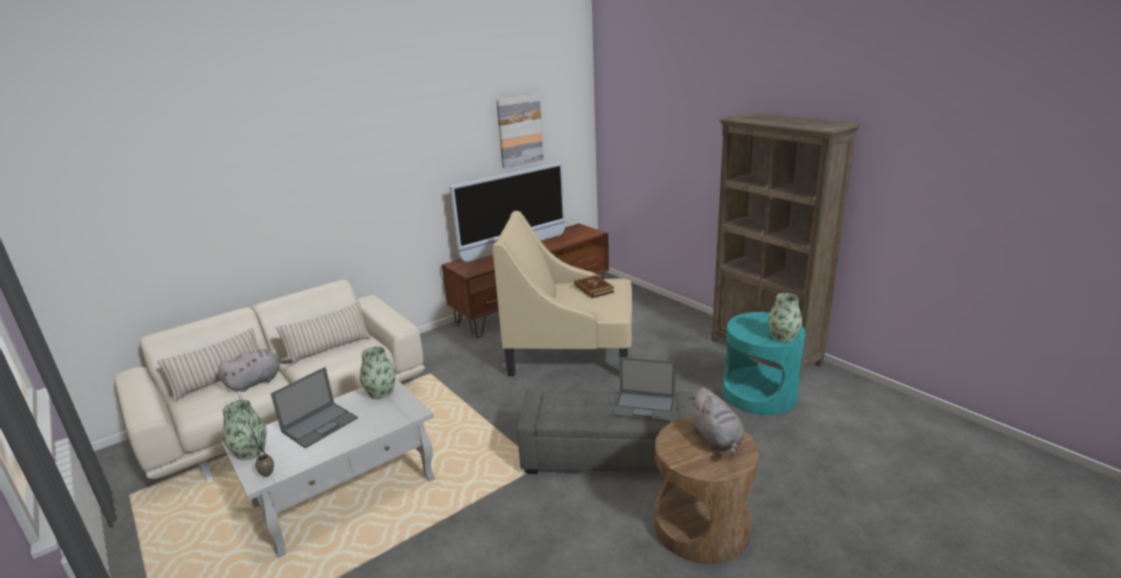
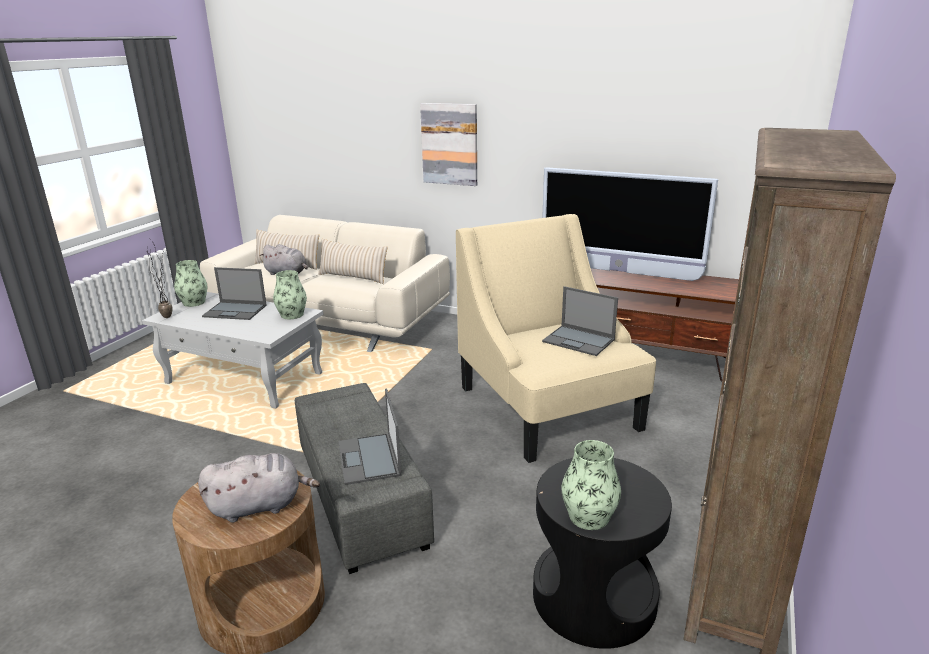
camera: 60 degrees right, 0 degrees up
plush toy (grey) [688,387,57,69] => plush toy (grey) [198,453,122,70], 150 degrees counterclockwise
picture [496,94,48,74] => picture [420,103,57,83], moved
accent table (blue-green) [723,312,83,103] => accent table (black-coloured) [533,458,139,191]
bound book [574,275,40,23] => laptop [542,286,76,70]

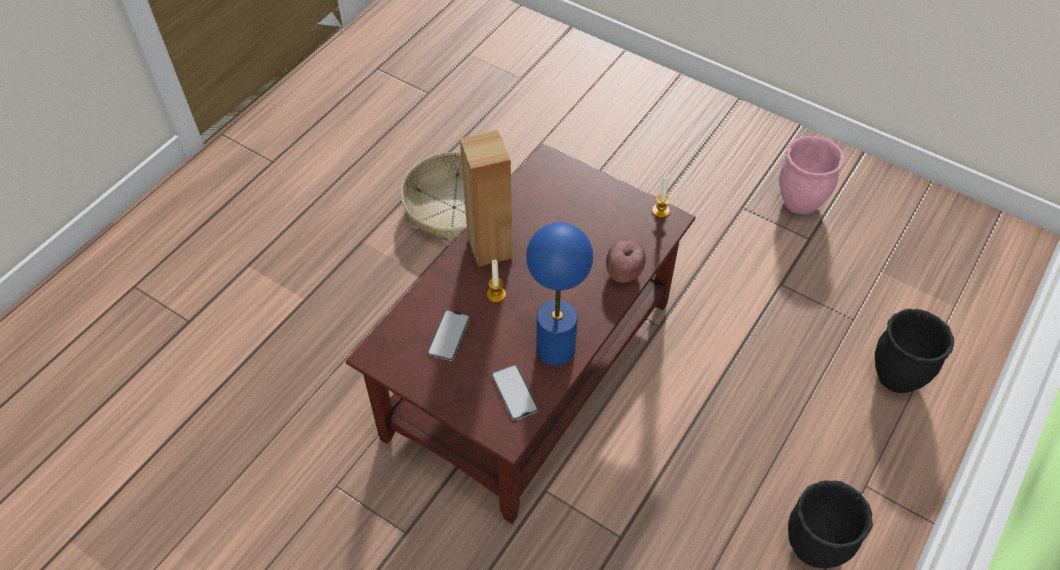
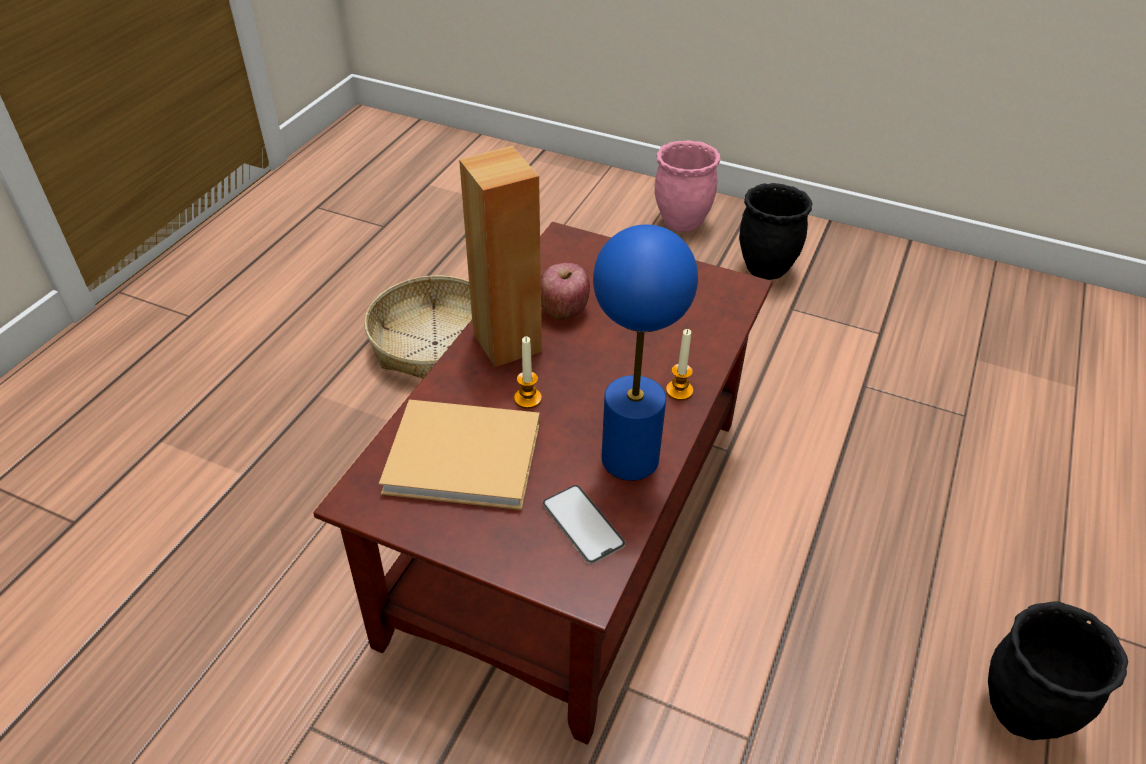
camera: 10 degrees left, 10 degrees down
phone [427,309,43,52] => bound book (beige) [379,399,161,111]
apple fruit [606,240,40,43] => apple fruit [541,263,49,57], moved
plant pot (pink-coloured) [779,136,65,78] => plant pot (pink-coloured) [655,140,65,92], moved
wax candle [652,174,18,44] => wax candle [666,329,27,72], moved
plant pot (black-coloured) [875,309,79,84] => plant pot (black-coloured) [739,183,73,97], moved

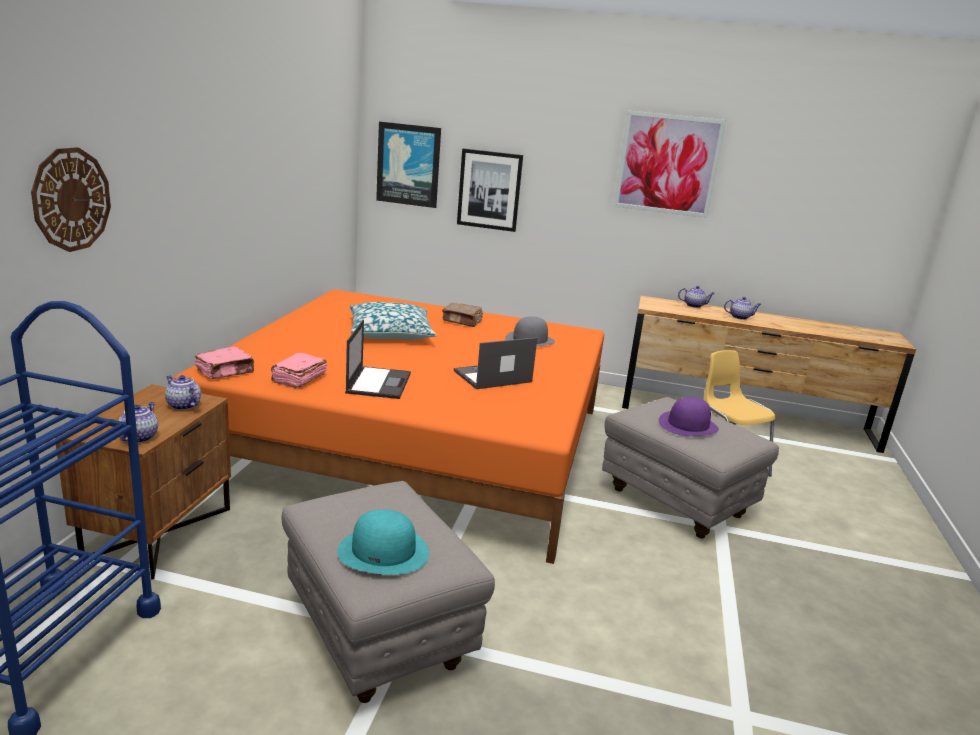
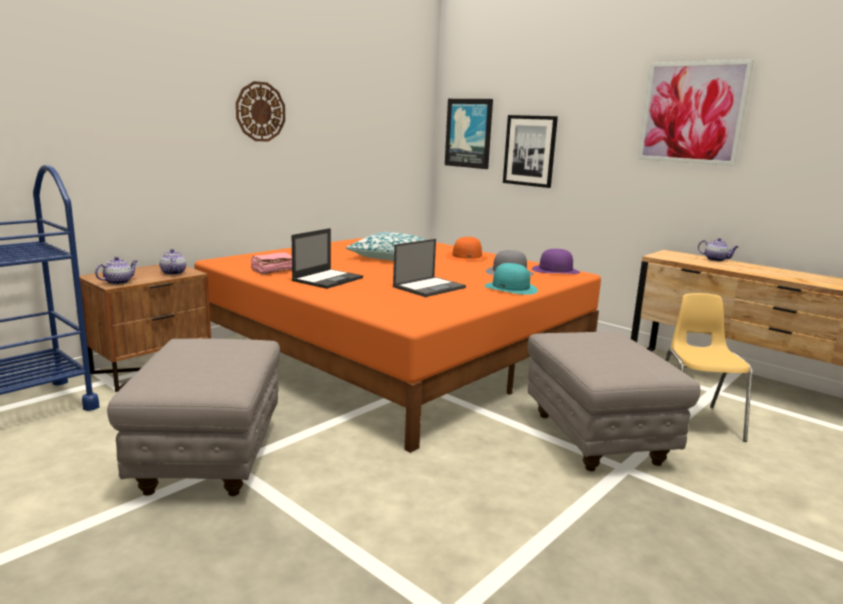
camera: 30 degrees right, 5 degrees down
clock on the wall [31,147,80,105] => clock on the wall [236,81,49,60], moved
laptop [454,337,83,52] => laptop [393,239,73,58], 135 degrees clockwise
bound book (brown) [442,303,41,24] => wearable hat (orangey) [446,237,42,24]
wearable hat (blue-green) [338,509,91,66] => wearable hat (blue-green) [484,263,54,32], moved
wearable hat (purplish) [659,397,60,39] => wearable hat (purplish) [532,249,48,25], moved
bound book (pink-coloured) [195,346,60,33] => nothing
tea pot [724,297,37,23] => nothing

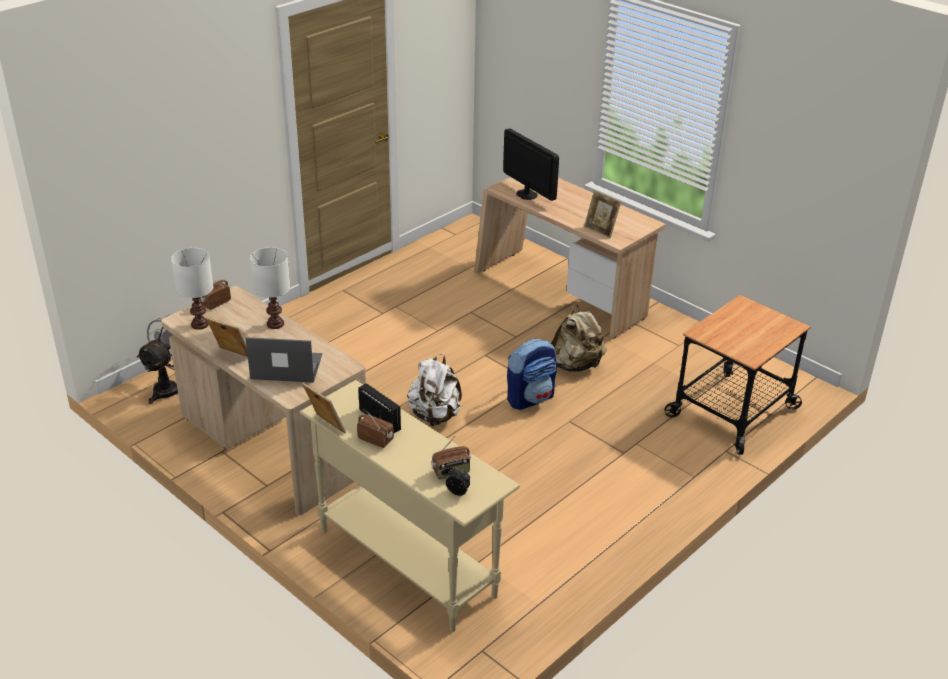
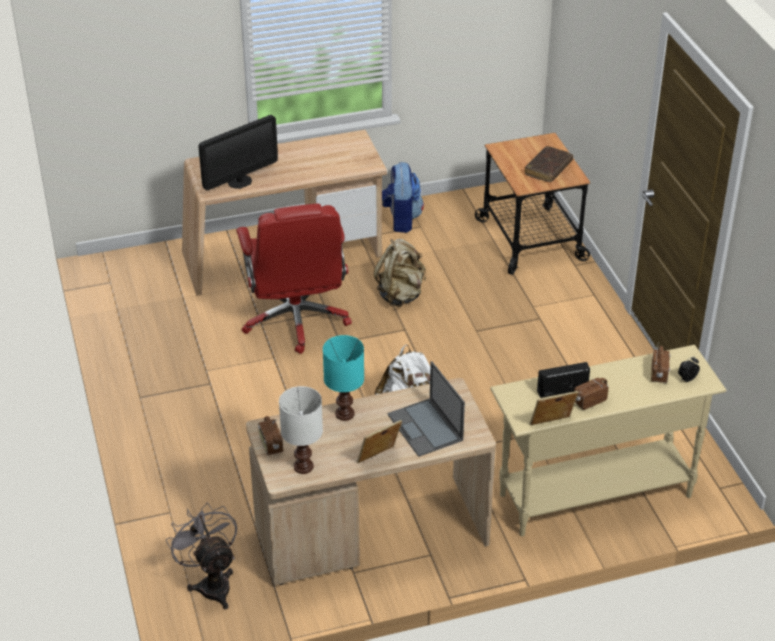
camera: 60 degrees left, 5 degrees up
computer screen [503,128,56,73] => computer screen [198,115,80,75], 150 degrees clockwise
nothing => office chair (reddish) [236,204,116,150]
tabletop lamp (white-coloured) [250,247,40,82] => tabletop lamp (blue-green) [323,335,41,86]
backpack [507,338,50,72] => backpack [382,162,42,71], moved
laptop [246,337,76,46] => laptop [388,361,77,96], 60 degrees counterclockwise
nothing => bound book (brown) [525,146,48,36]
photo frame [584,190,37,48] => nothing

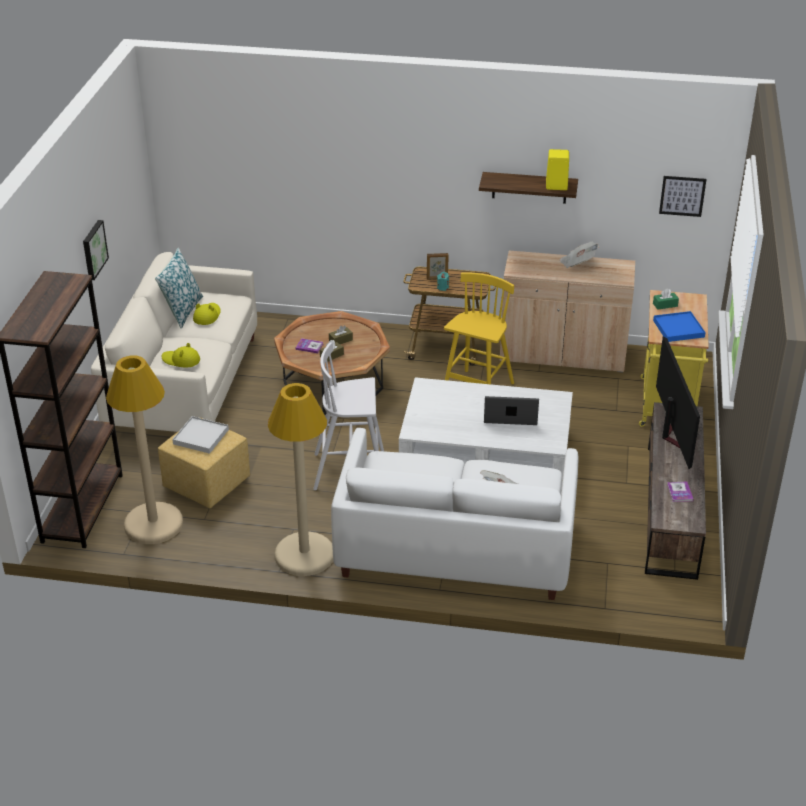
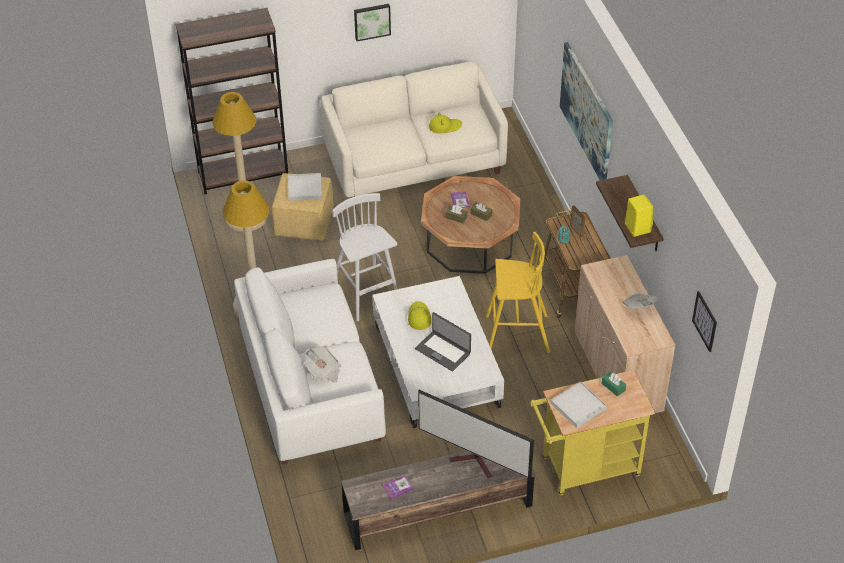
camera: 65 degrees right, 10 degrees up
wearable hat (yellowish) [162,343,38,25] => wearable hat (yellowish) [408,301,24,29], moved
laptop [484,396,55,29] => laptop [415,312,56,60], 150 degrees clockwise
TV [656,337,44,132] => TV [418,389,116,89], 60 degrees clockwise
carrying tray (blue) [653,311,53,31] => carrying tray (white-coloured) [551,382,56,46]
nothing => picture [560,42,53,138]
pillow [155,248,48,80] => nothing

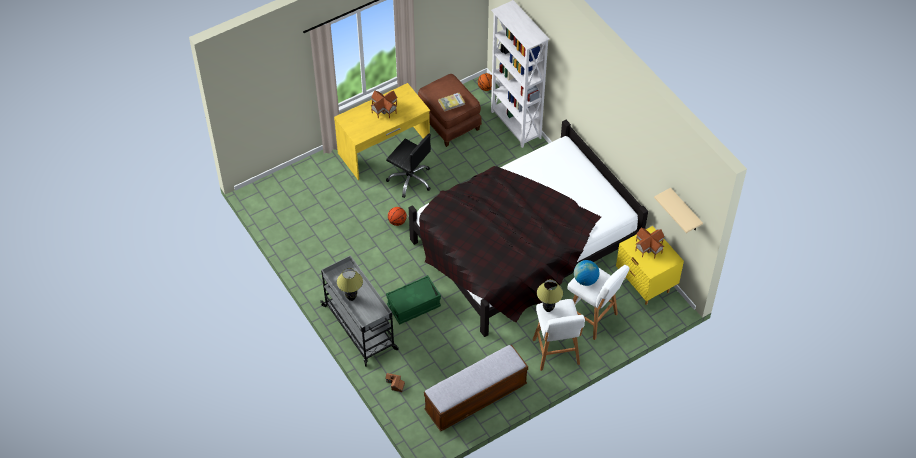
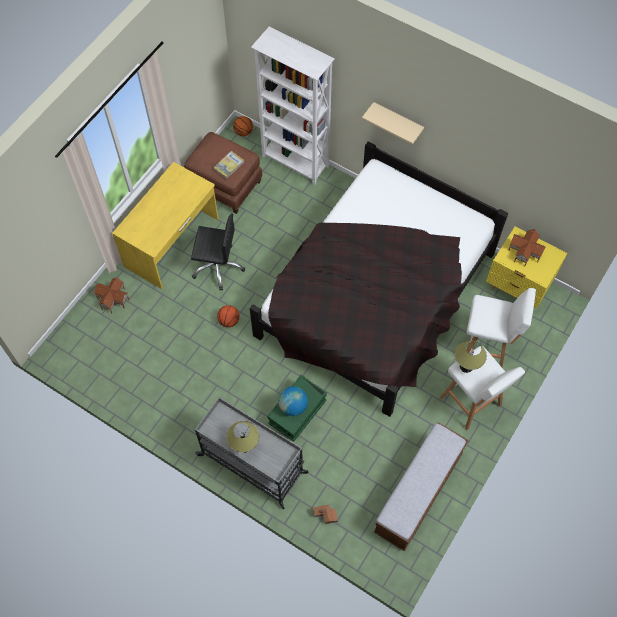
camera: 25 degrees left, 10 degrees up
toy house [371,91,26,27] => toy house [94,277,35,36], moved
globe [574,260,26,26] => globe [278,386,30,30], moved
wall shelf (beige) [654,188,49,45] => wall shelf (beige) [362,102,62,42], moved

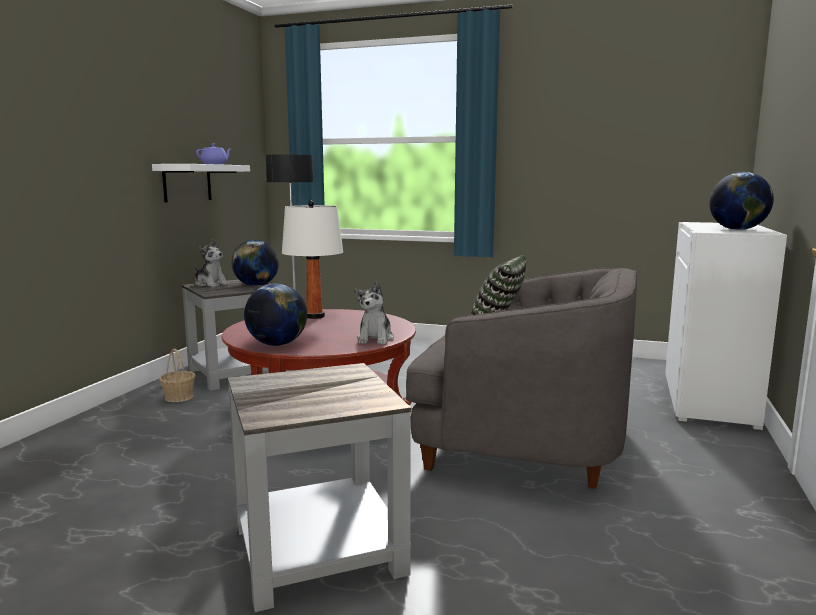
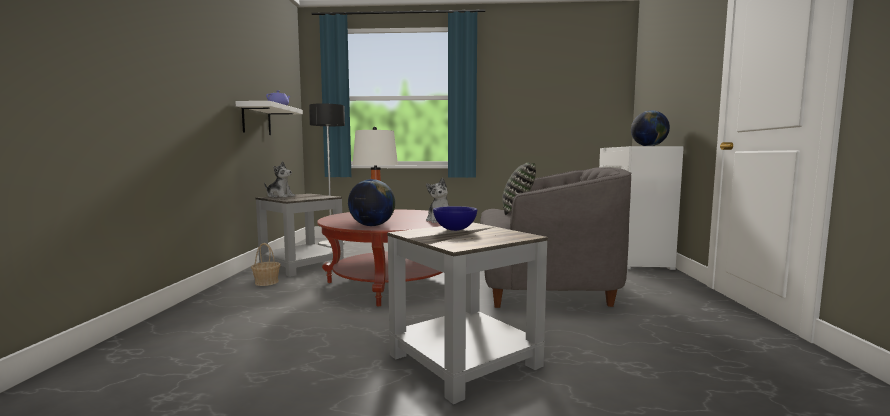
camera: 15 degrees left, 5 degrees down
nothing => deep dish (blue) [433,206,44,25]
globe [231,240,48,46] => nothing

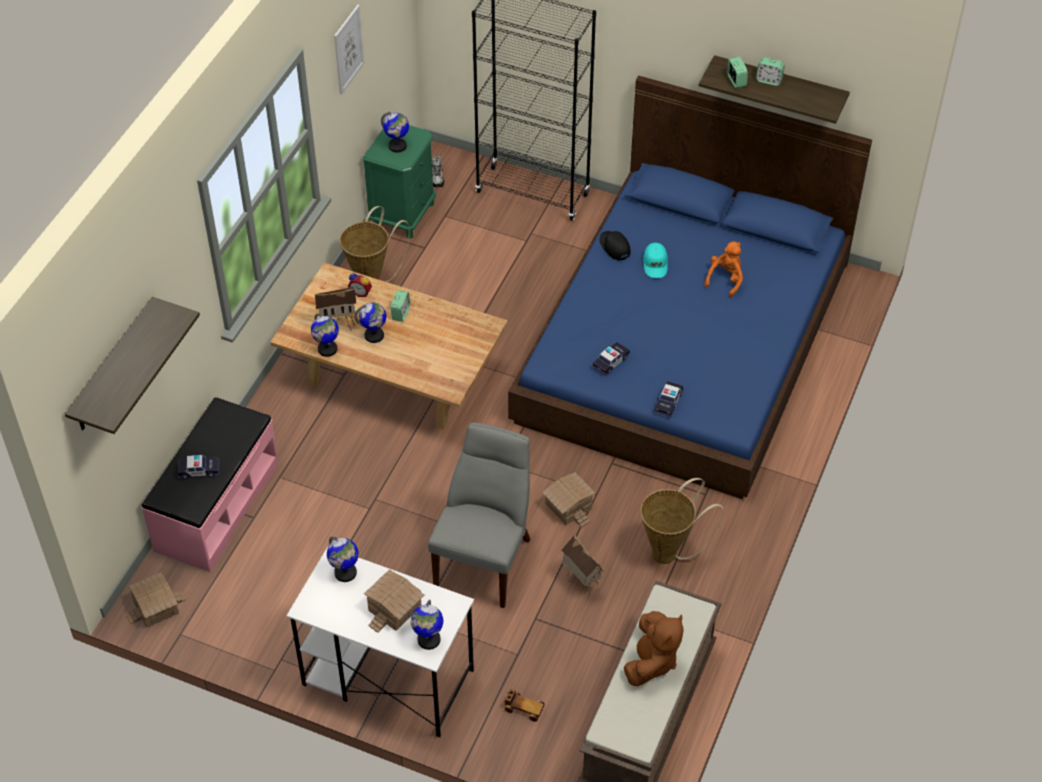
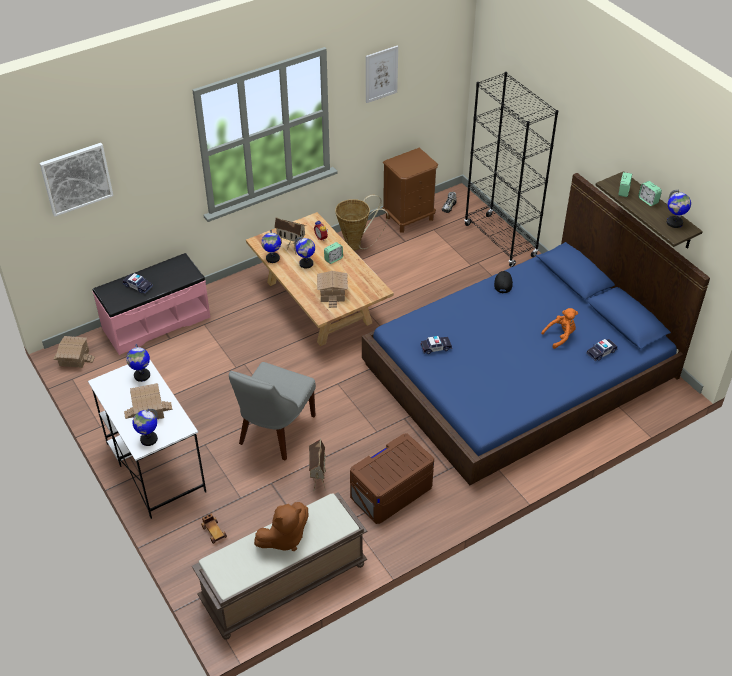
camera: 35 degrees right, 5 degrees down
wall shelf [65,297,135,137] => picture [40,143,73,73]
chair (grey) [428,423,102,185] => chair (grey) [229,362,87,99], 150 degrees clockwise
toy house [542,472,53,56] => toy house [317,271,31,37], moved
storage basket [641,478,83,86] => storage container (brown) [350,433,84,91]
night table (green) [363,125,73,114] => night table (brown) [382,148,56,85]
toy car [654,381,30,36] => toy car [586,339,32,22], moved
globe [381,112,28,41] => globe [667,189,24,39], moved
peaked cap (blue-green) [643,242,25,36] => nothing

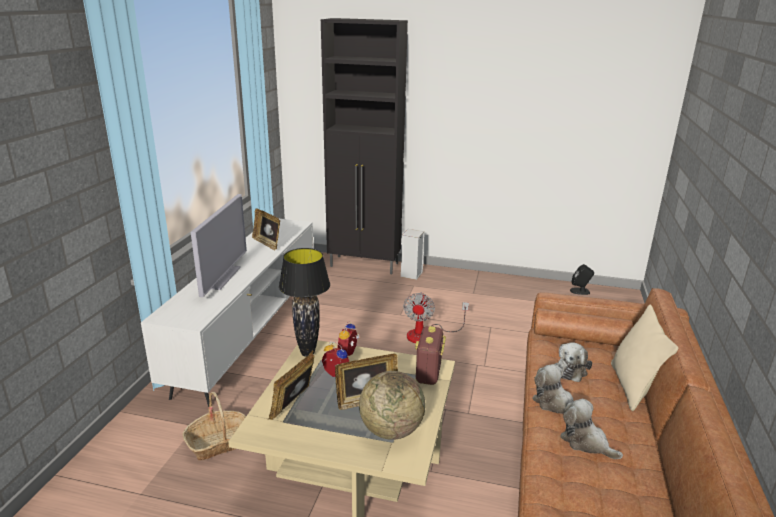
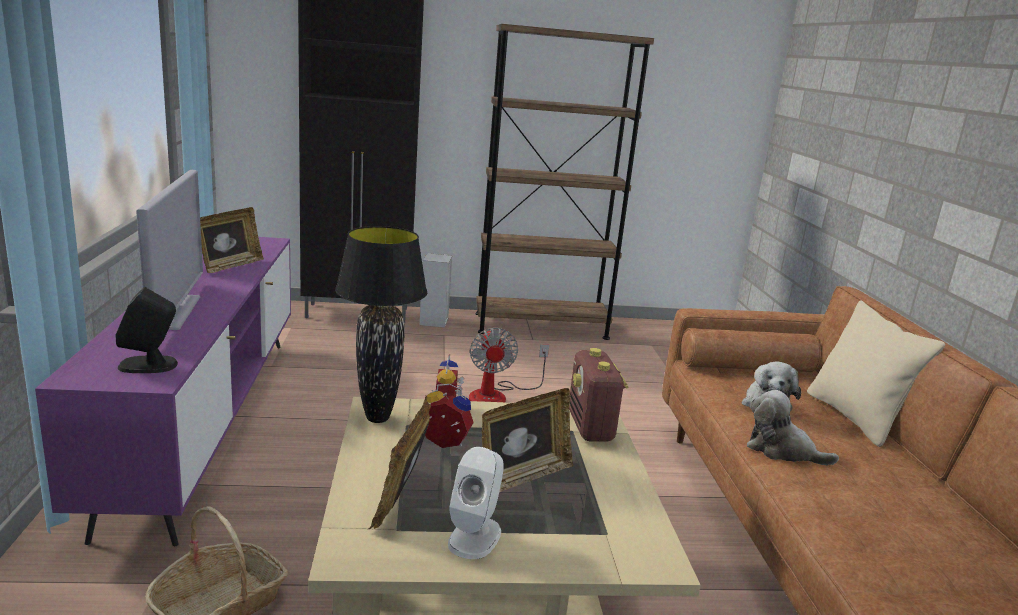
camera: 20 degrees left, 5 degrees down
media console (white-coloured) [141,219,172,188] => media console (purplish) [35,237,256,309]
loudspeaker (black-coloured) [570,264,24,31] => loudspeaker (black-coloured) [115,287,63,86], moved
photo frame [252,208,28,43] => photo frame [200,207,64,66], 90 degrees counterclockwise
nothing => loudspeaker (white-coloured) [448,447,56,112]
nothing => shelving unit (brown) [476,24,178,316]
globe [359,371,66,69] => nothing
plush toy [560,398,63,61] => nothing

